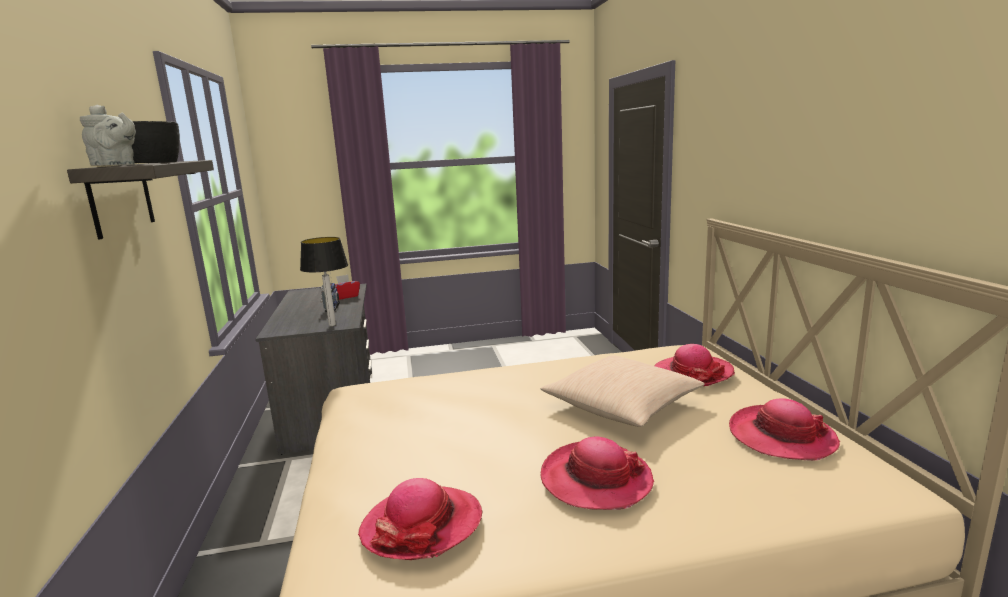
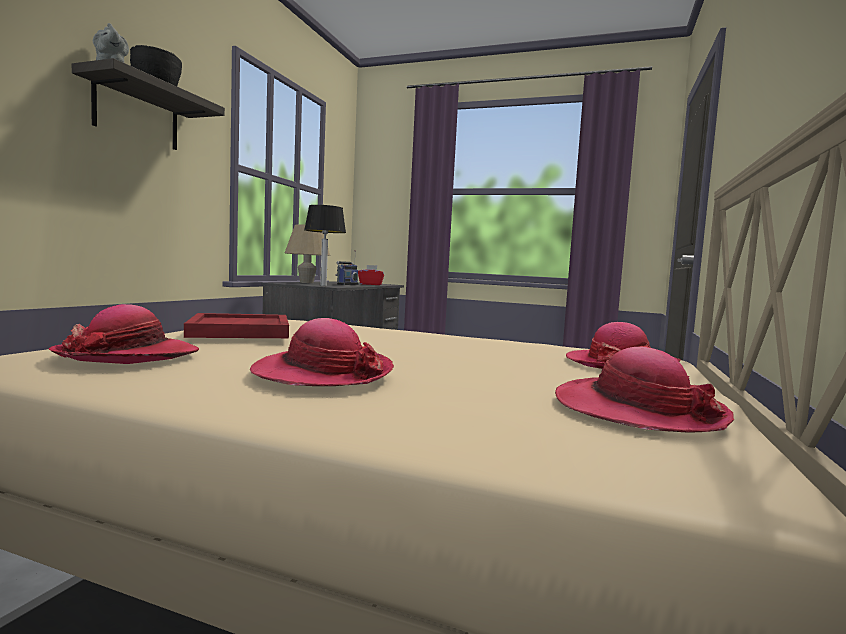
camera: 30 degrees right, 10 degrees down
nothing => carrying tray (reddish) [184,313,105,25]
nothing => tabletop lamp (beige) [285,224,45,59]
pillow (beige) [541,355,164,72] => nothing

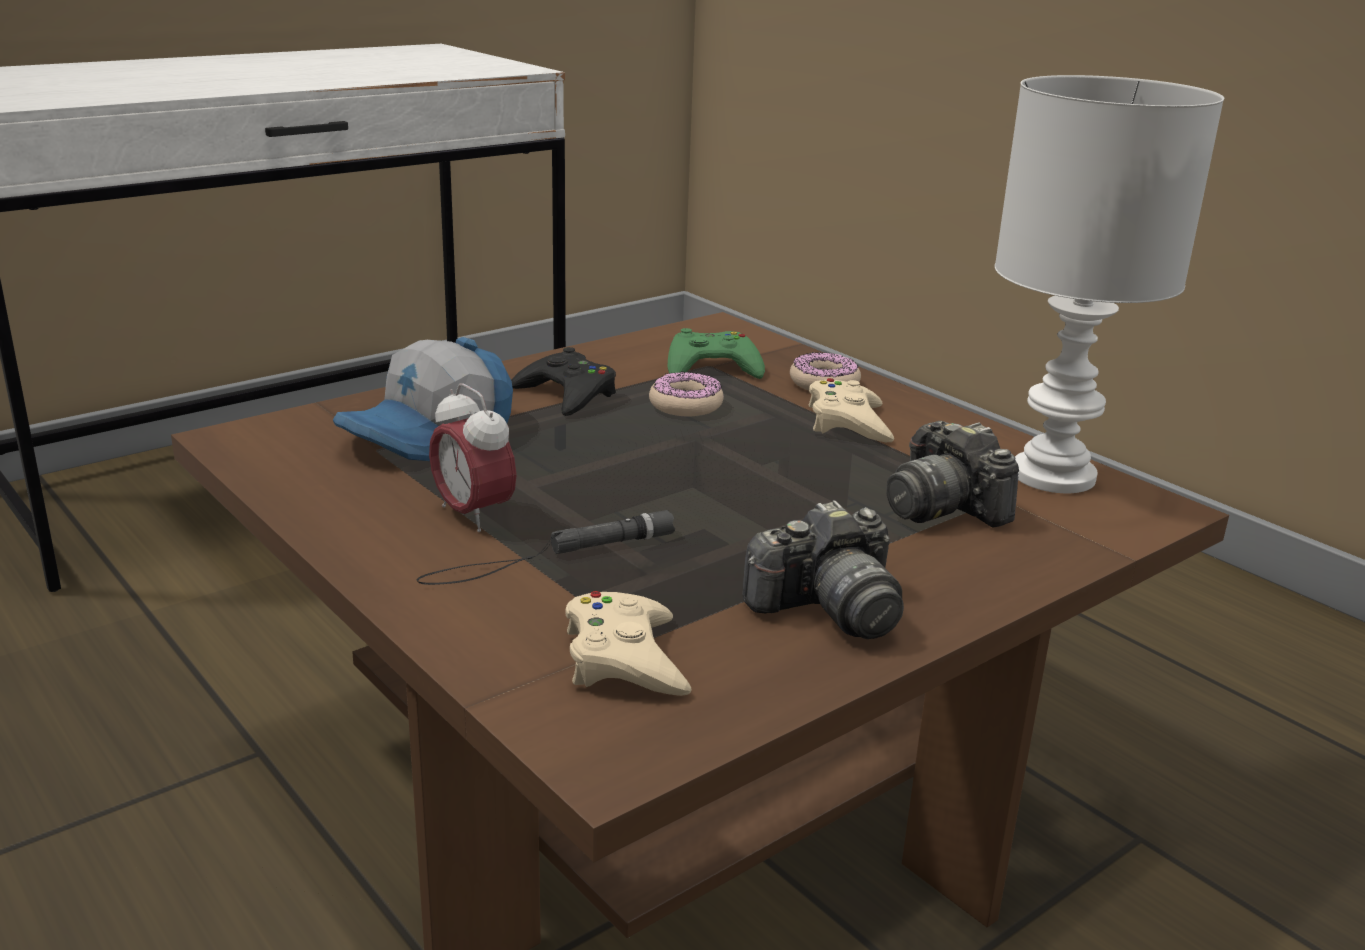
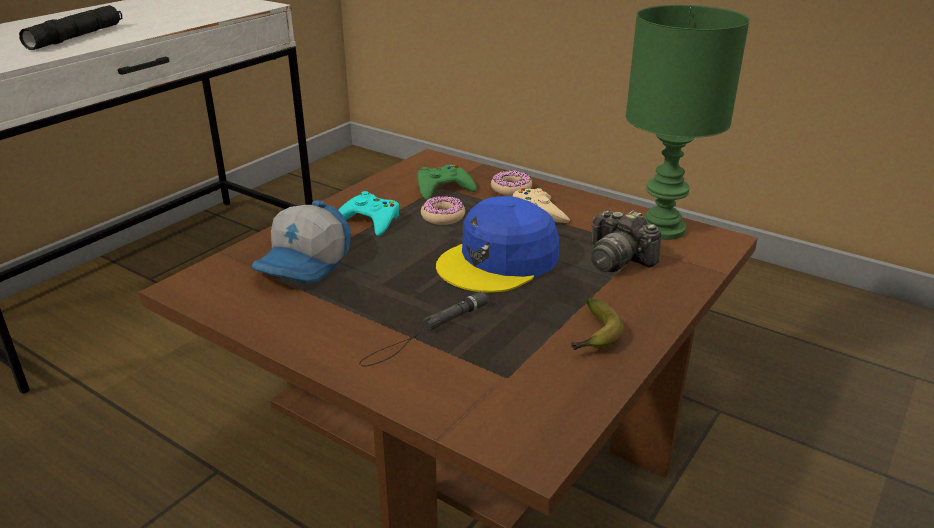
camera: 15 degrees left, 5 degrees up
nothing => flashlight (black-coloured) [19,5,103,45]
game controller (black-coloured) [511,347,105,69] => game controller (blue-green) [339,191,60,45]
nothing => peaked cap (blue) [436,196,123,97]
still camera [742,501,162,138] => whole banana [571,298,53,52]
tabletop lamp (white-coloured) [995,75,229,418] => tabletop lamp (green) [626,5,124,235]
bedside clock [429,384,88,149] => nothing
game controller (beige) [566,591,125,105] => nothing

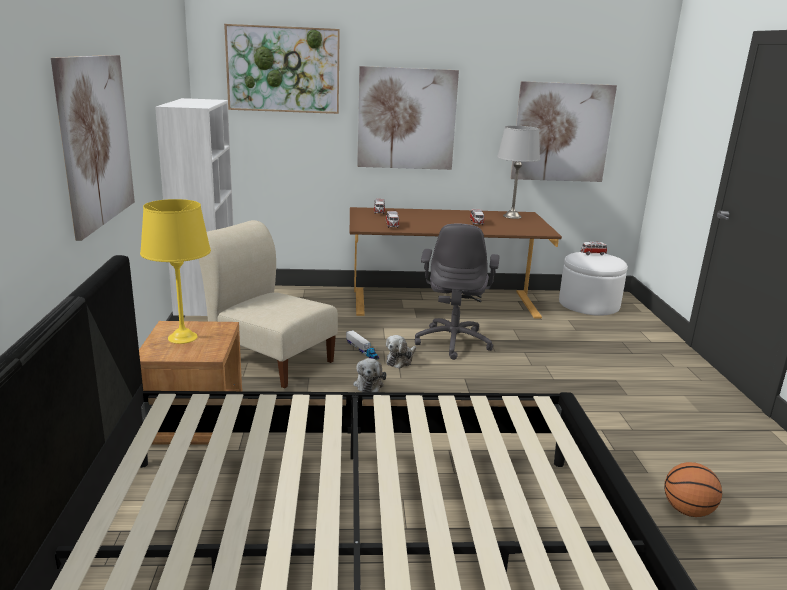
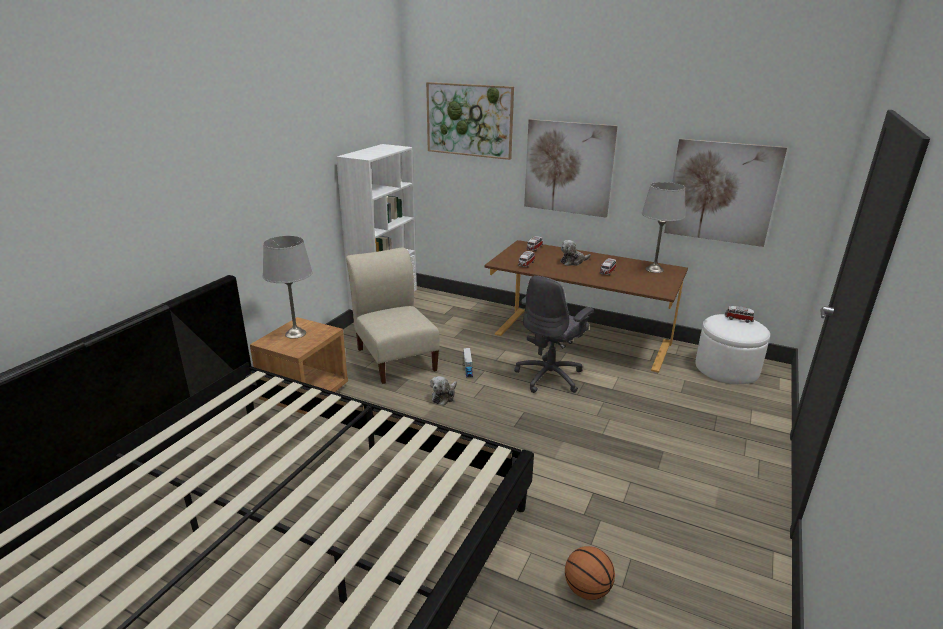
camera: 30 degrees right, 5 degrees up
tabletop lamp (yellowish) [140,199,71,145] => tabletop lamp (grey) [263,236,50,103]
plush toy [386,335,30,34] => plush toy [560,240,31,26], moved
picture [51,55,84,186] => nothing

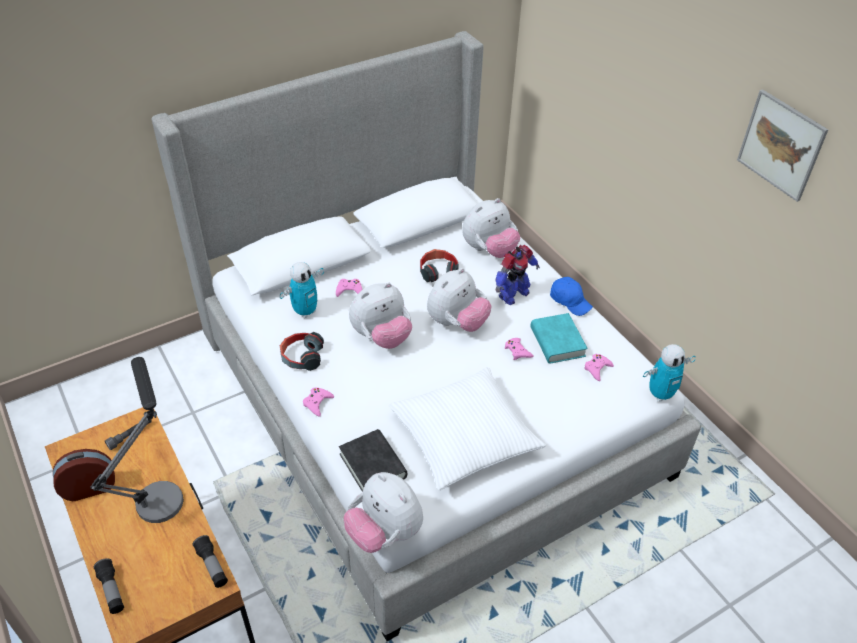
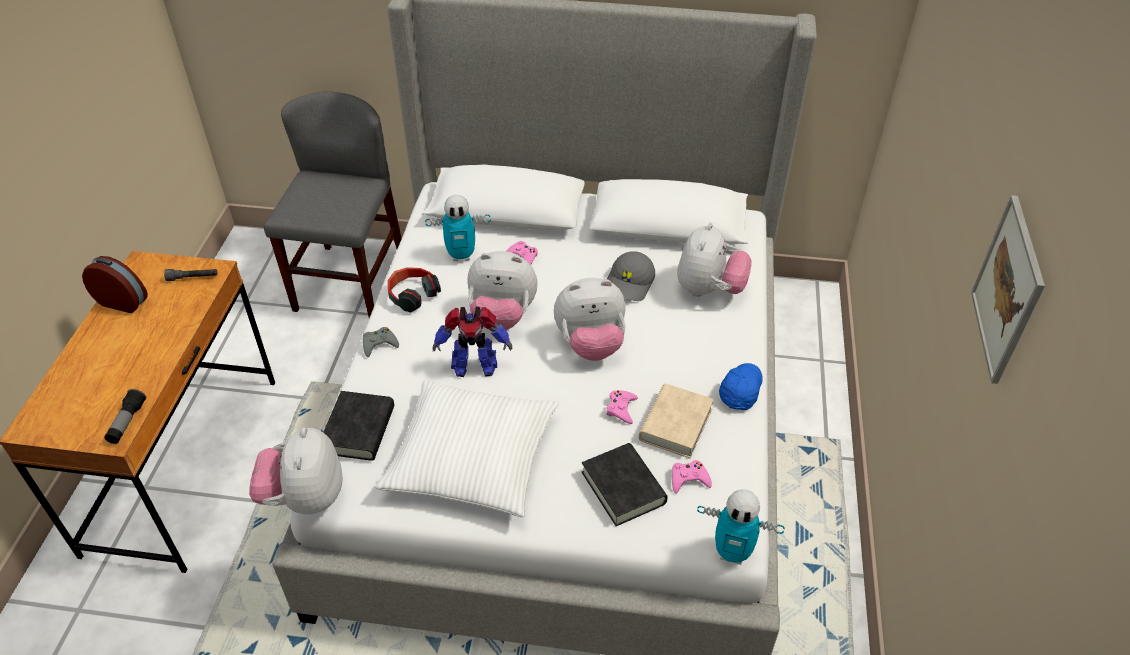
camera: 40 degrees right, 0 degrees up
nothing => chair (grey) [264,92,138,226]
game controller (pink-coloured) [303,388,31,29] => game controller (grey) [363,327,36,30]
toy robot [496,245,44,60] => toy robot [433,307,79,70], moved
nothing => bound book (black-coloured) [582,443,86,83]
headset [420,249,39,33] => peaked cap (grey) [606,251,49,50]
bound book (blue-green) [530,313,58,51] => bound book (beige) [639,384,75,74]
plush toy [462,198,58,60] => plush toy [677,222,75,75], 75 degrees counterclockwise
peaked cap (blue) [550,277,43,39] => peaked cap (blue) [719,363,44,47], 150 degrees counterclockwise
tabletop lamp [90,357,94,166] => nothing
flashlight [94,558,30,56] => nothing

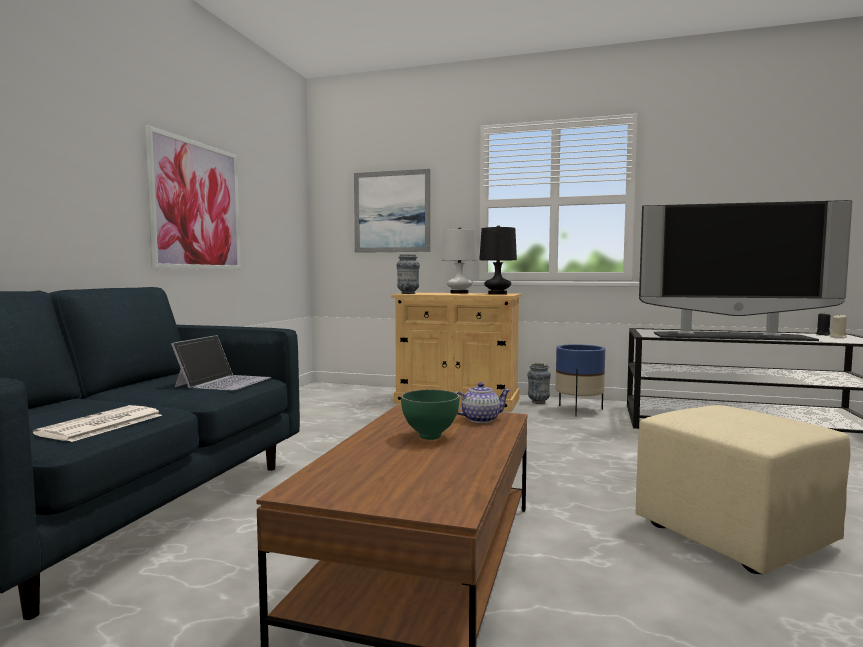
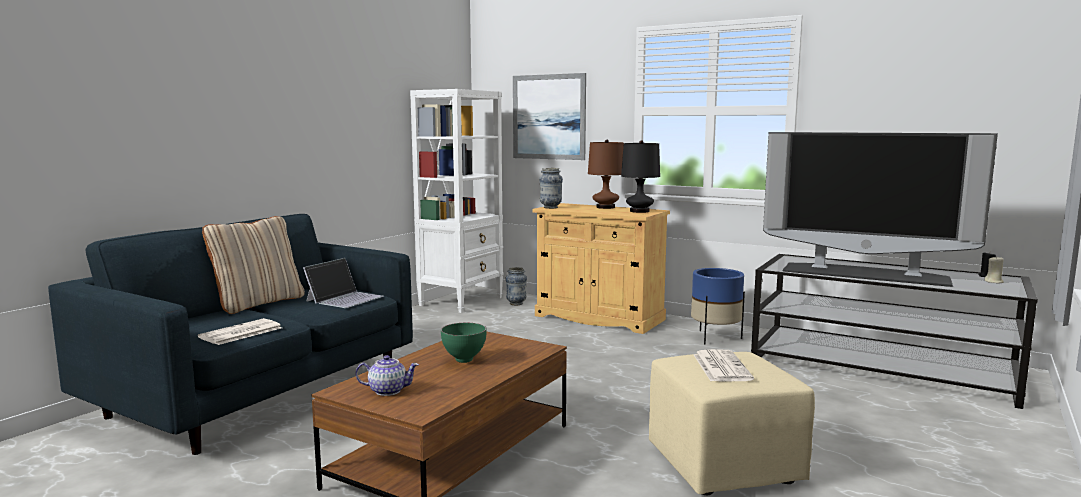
camera: 15 degrees right, 5 degrees up
nothing => pillow (beige) [202,216,103,98]
tea pot [455,382,56,41] => tea pot [356,355,63,41], moved
nothing => shelving unit (white-coloured) [410,89,94,224]
decorative vase [527,363,24,41] => decorative vase [505,267,22,38], moved
tabletop lamp (white-coloured) [442,228,35,66] => tabletop lamp (brown) [588,140,36,69]
nothing => newspaper [694,349,60,32]
picture [145,125,96,145] => nothing

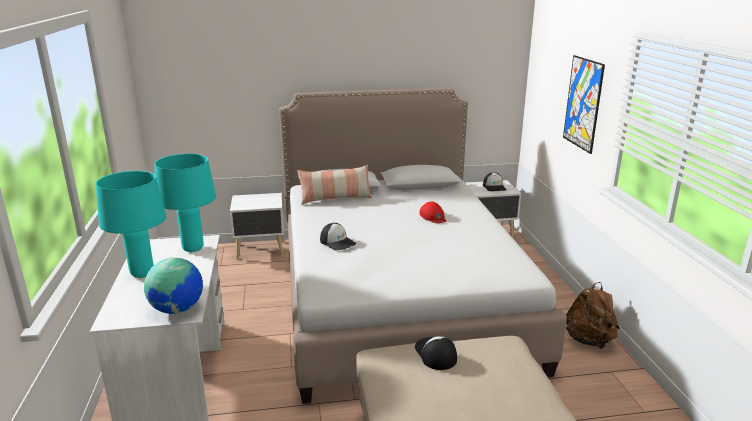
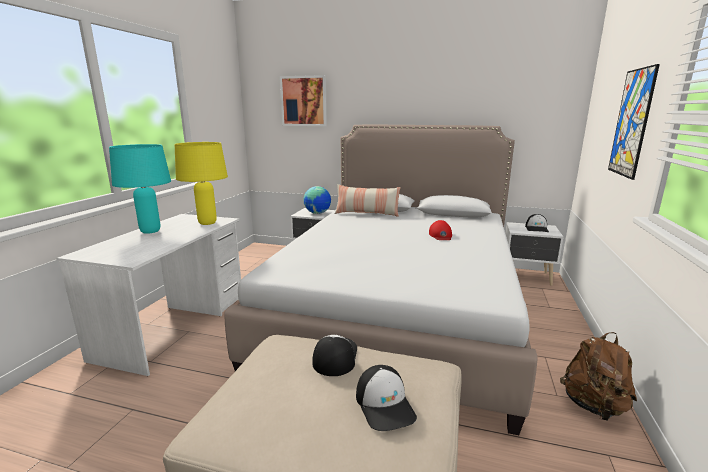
camera: 25 degrees right, 5 degrees down
tabletop lamp (blue-green) [154,154,62,98] => tabletop lamp (yellowish) [175,142,53,83]
nothing => picture [280,75,47,51]
globe [144,258,59,56] => globe [303,186,28,28], moved
peaked cap [320,223,36,28] => peaked cap [356,365,61,66], moved

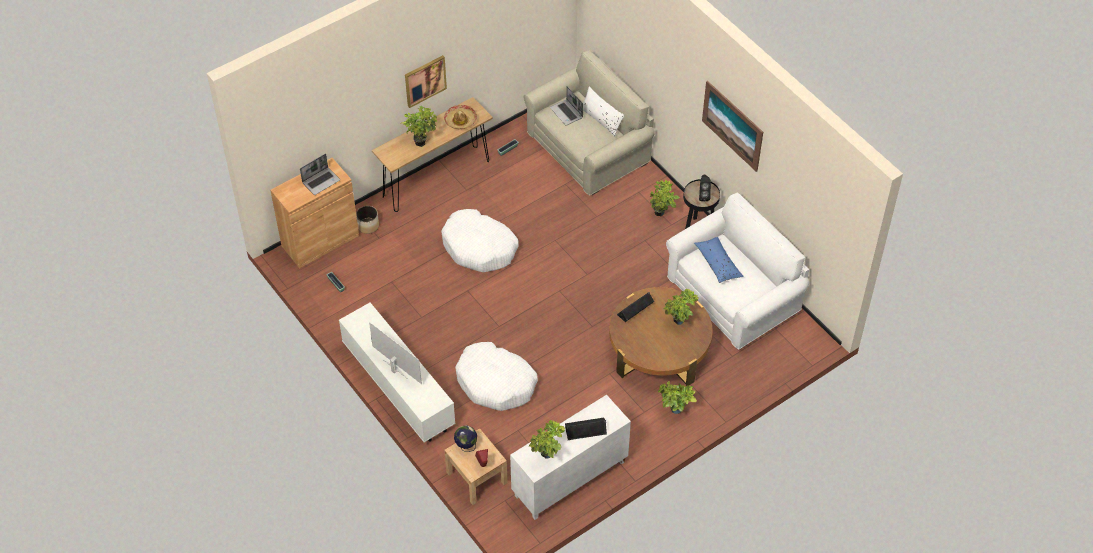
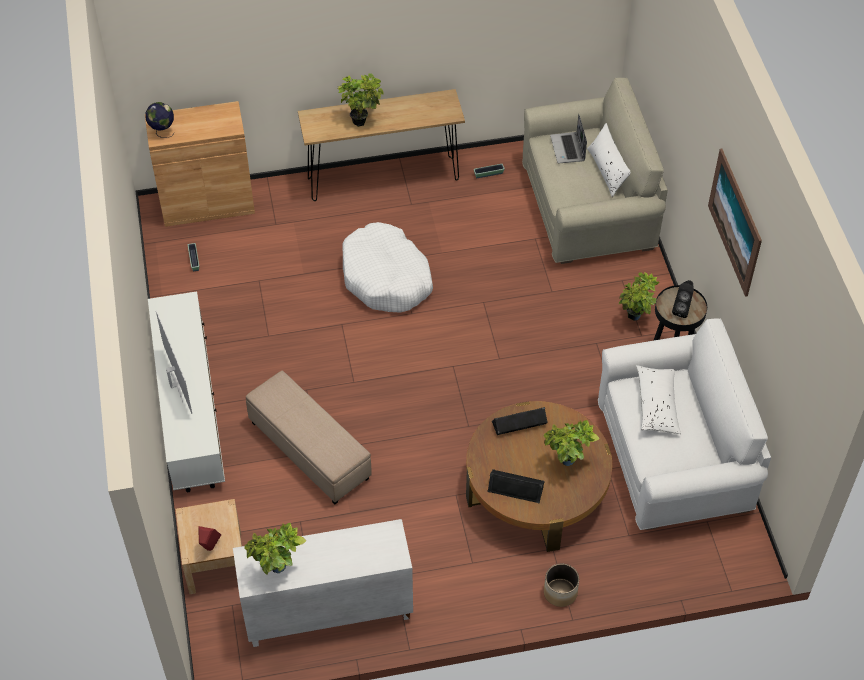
camera: 25 degrees right, 0 degrees up
globe [454,425,23,27] => globe [145,102,30,36], moved
pet bed (white-coloured) [455,342,83,69] => pouffe (beige) [246,371,126,133]
loudspeaker (black-coloured) [565,417,42,23] => loudspeaker (black-coloured) [487,469,58,34], moved
plant pot [356,206,23,28] => plant pot [544,563,35,44], moved
pillow (blue) [694,237,50,46] => pillow (white-coloured) [636,365,45,69]
laptop [300,154,40,41] => nothing
picture [405,55,42,53] => nothing
wearable hat [444,105,33,24] => nothing
houseplant [658,381,39,33] => nothing

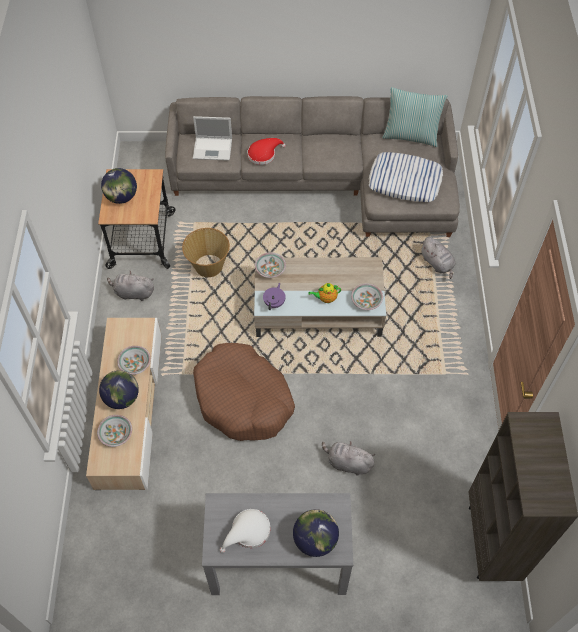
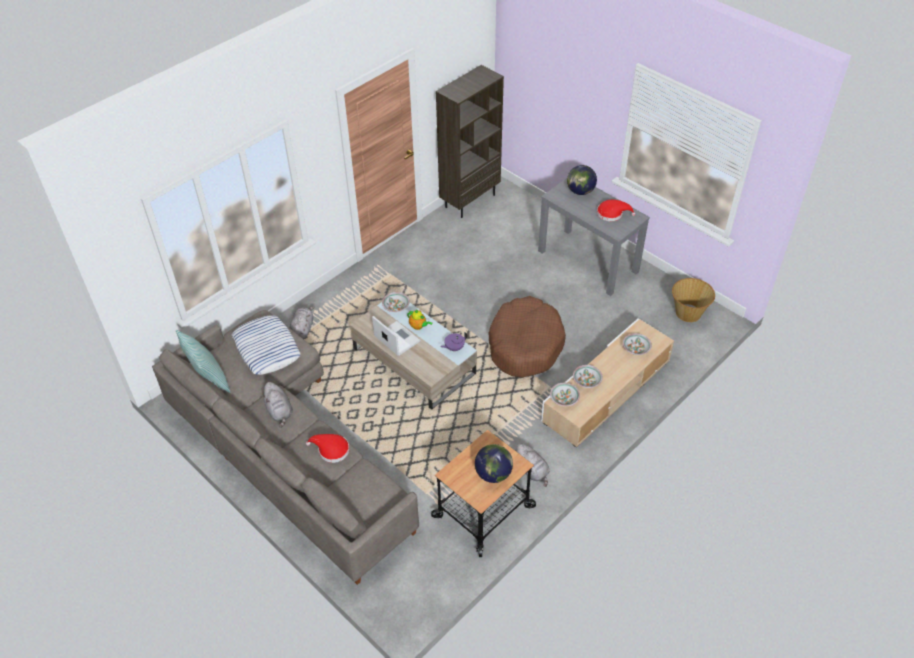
camera: 135 degrees left, 10 degrees down
plush toy (grey) [322,441,53,35] => plush toy (grey) [261,382,32,46], moved
laptop [193,116,39,45] => laptop [372,316,48,40], moved
deep dish [255,252,31,26] => deep dish [550,383,30,23], moved
wearable hat (white-coloured) [220,509,50,44] => wearable hat (reddish) [597,200,38,21]
storage basket [182,228,48,49] => storage basket [672,278,43,44], moved
globe [99,370,40,39] => nothing

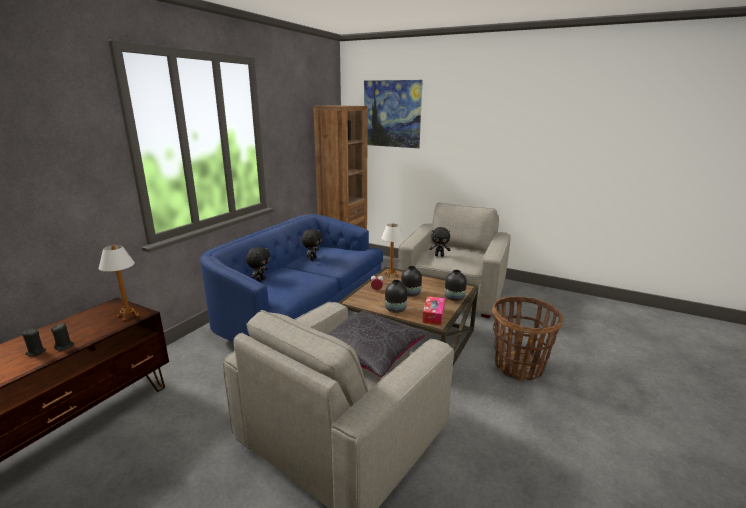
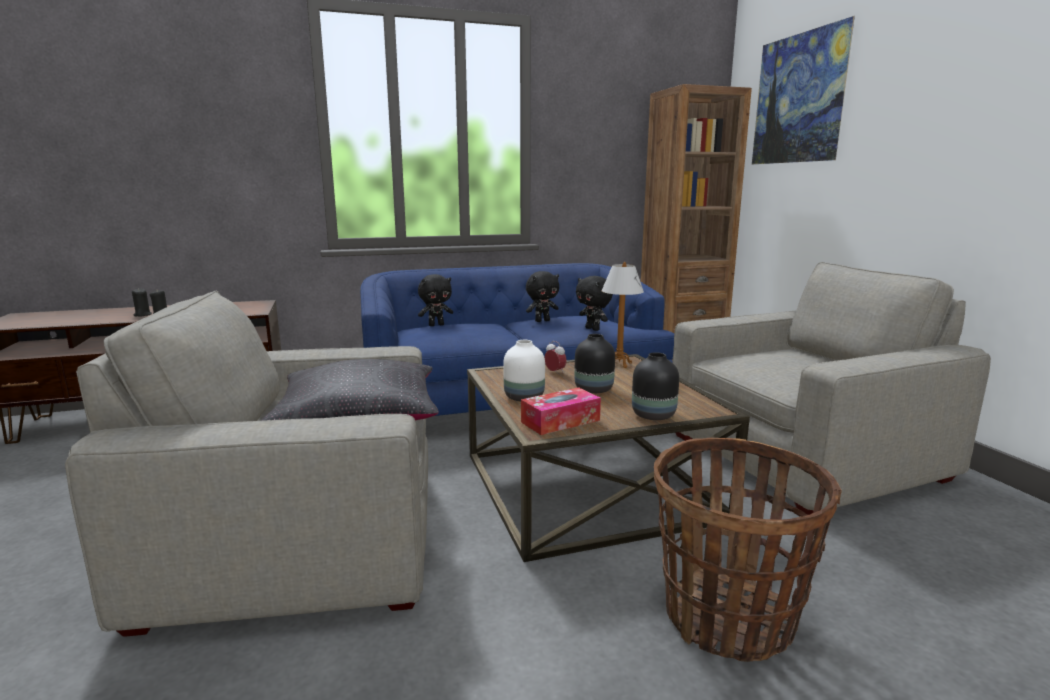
camera: 45 degrees right, 5 degrees down
decorative vase (black-coloured) [385,280,22,33] => decorative vase (white-coloured) [503,340,42,62]
plush toy (black-coloured) [429,227,21,30] => plush toy (black-coloured) [576,276,37,55], moved
tabletop lamp [99,245,40,76] => nothing

